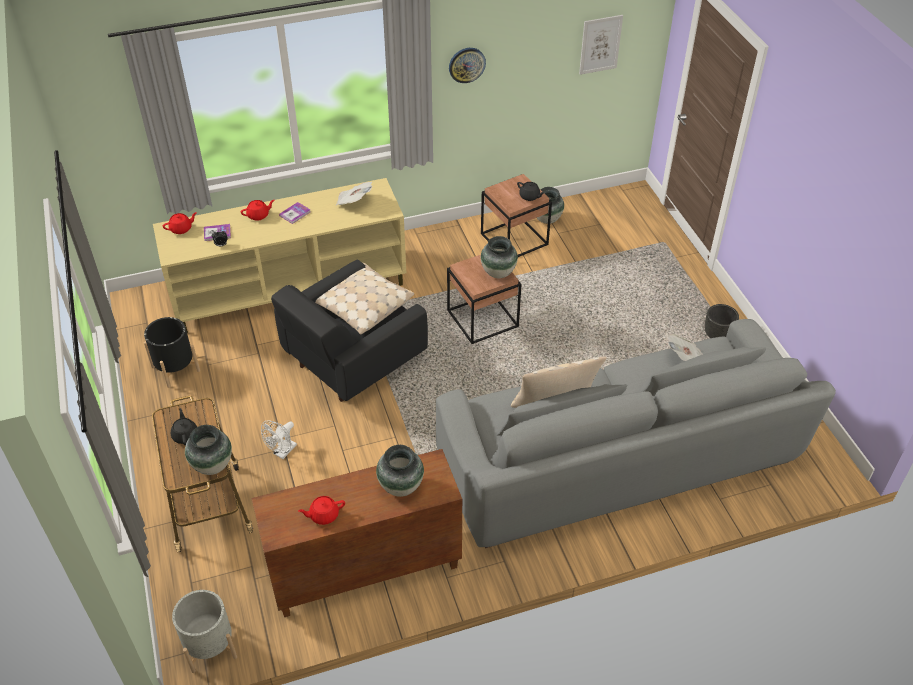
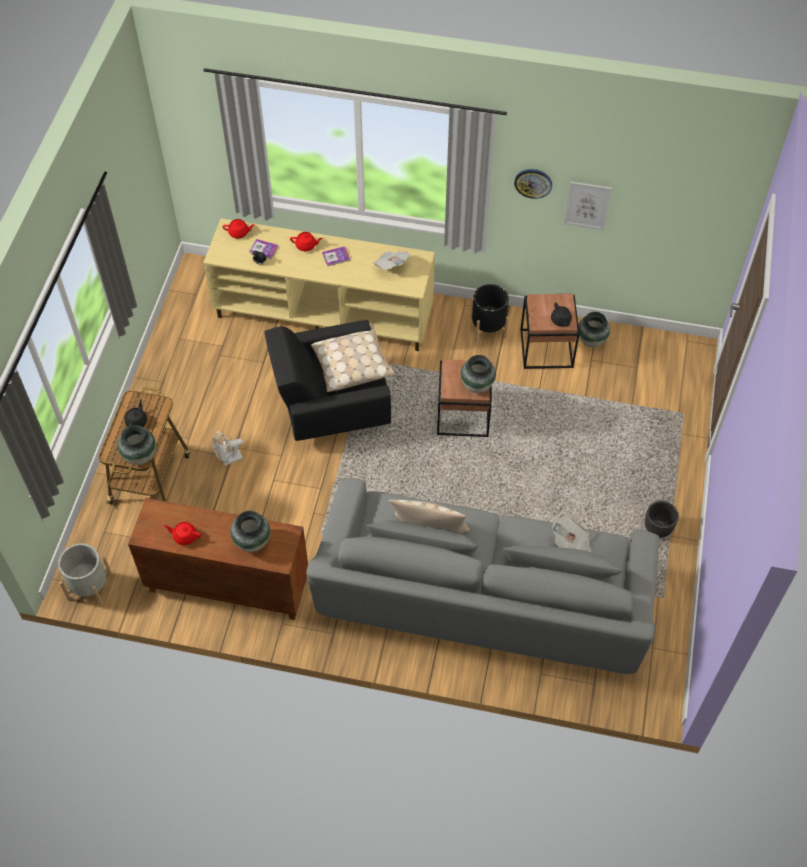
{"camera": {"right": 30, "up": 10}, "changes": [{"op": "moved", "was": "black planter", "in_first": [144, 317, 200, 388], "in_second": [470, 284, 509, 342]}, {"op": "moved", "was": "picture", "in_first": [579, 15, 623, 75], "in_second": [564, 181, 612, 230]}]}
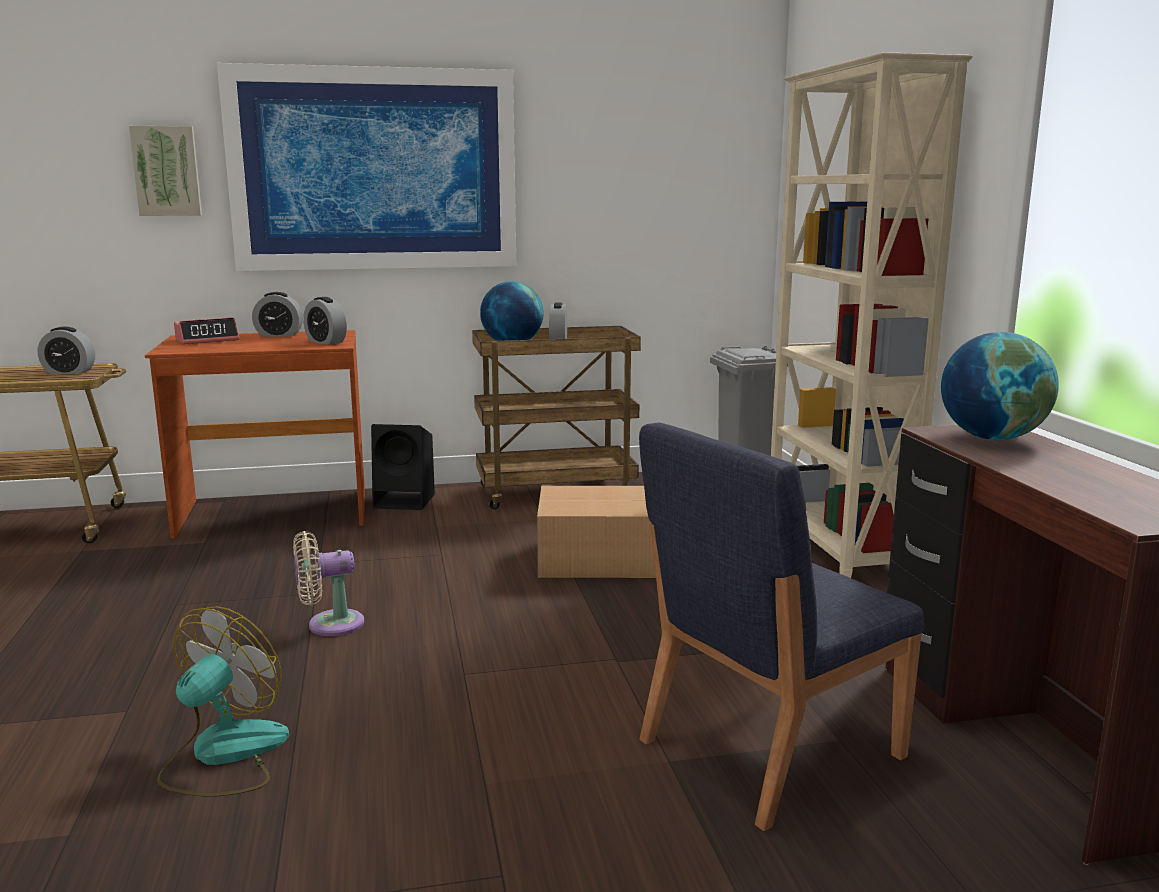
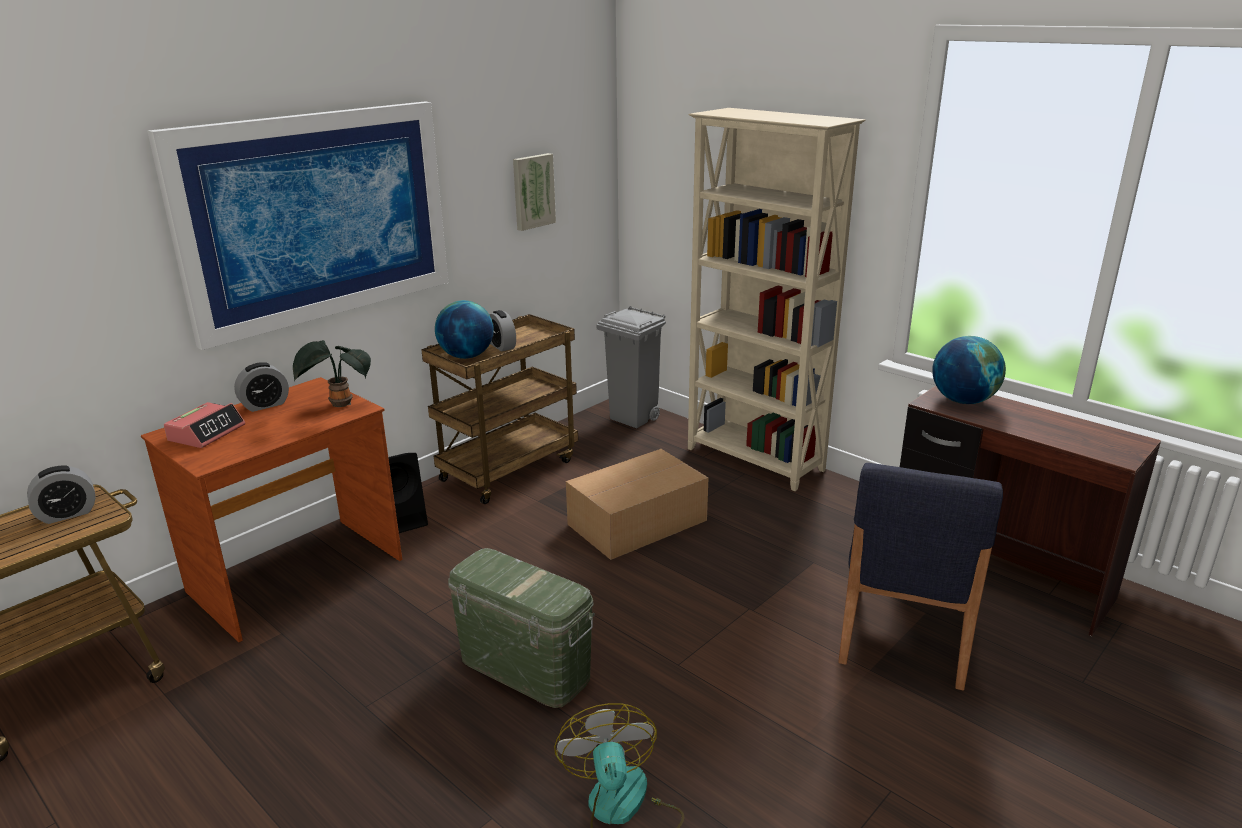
{"camera": {"right": -35, "up": 10}, "changes": [{"op": "replaced", "was": "alarm clock", "now": "potted plant", "in_first": [303, 297, 347, 345], "in_second": [293, 340, 371, 407]}, {"op": "replaced", "was": "beige fan", "now": "green storage box", "in_first": [293, 531, 364, 636], "in_second": [448, 548, 595, 708]}, {"op": "moved", "was": "picture", "in_first": [129, 126, 202, 216], "in_second": [513, 153, 556, 231]}]}
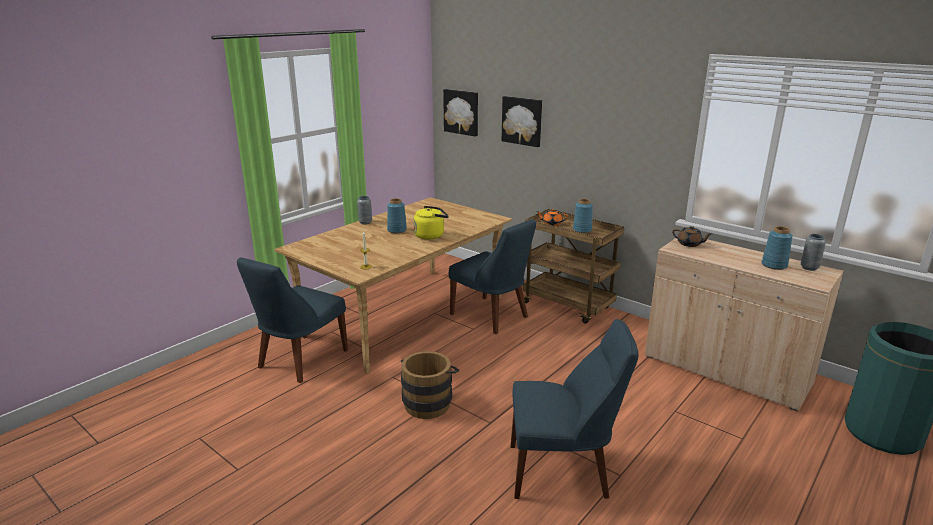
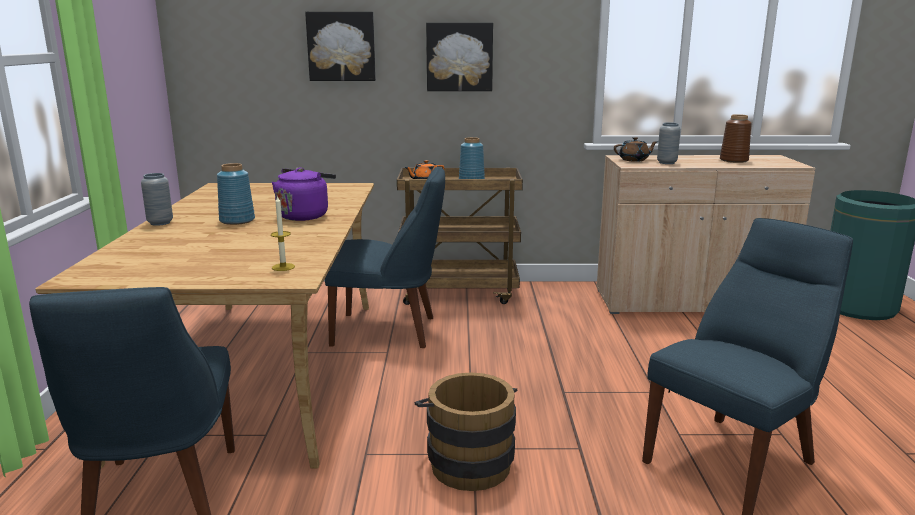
{"camera": {"right": -40, "up": -5}, "changes": [{"op": "recoloured", "was": "yellow kettle", "now": "purple kettle", "in_first": [413, 206, 449, 240], "in_second": [272, 167, 336, 221]}, {"op": "moved", "was": "picture", "in_first": [443, 89, 478, 136], "in_second": [426, 23, 493, 91]}, {"op": "moved", "was": "grey vase", "in_first": [801, 234, 826, 271], "in_second": [657, 122, 681, 164]}, {"op": "recoloured", "was": "blue vase", "now": "brown vase", "in_first": [762, 226, 793, 270], "in_second": [720, 114, 752, 163]}]}
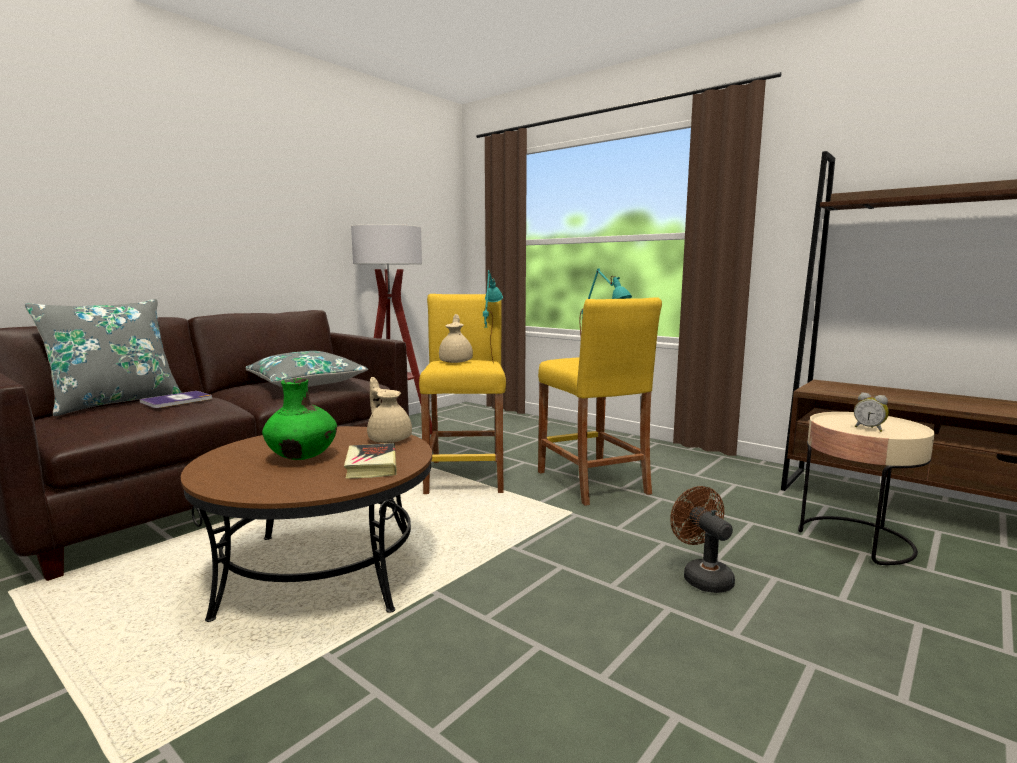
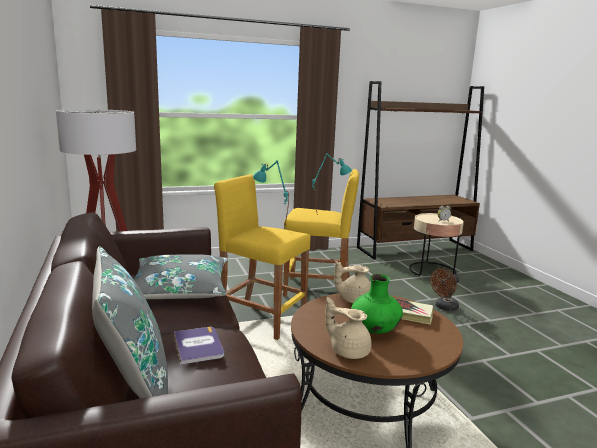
{"camera": {"right": -60, "up": 5}, "changes": [{"op": "moved", "was": "beige teapot", "in_first": [439, 314, 473, 363], "in_second": [325, 297, 372, 359]}, {"op": "turned", "was": "brown fan", "in_first": [670, 486, 735, 593], "in_second": [431, 268, 459, 311], "clockwise": -45}]}
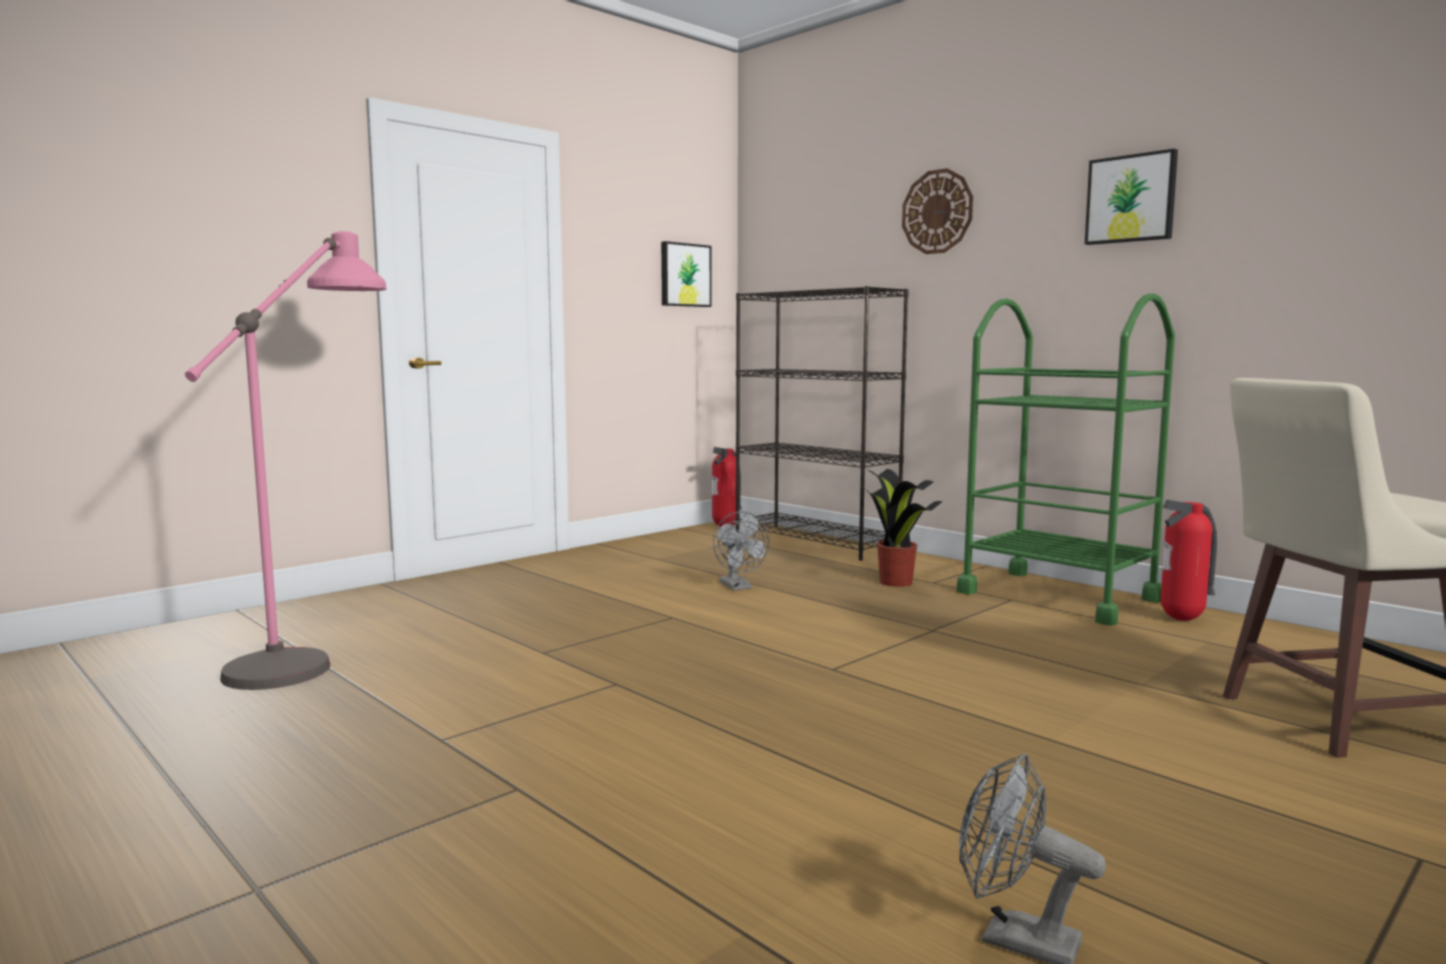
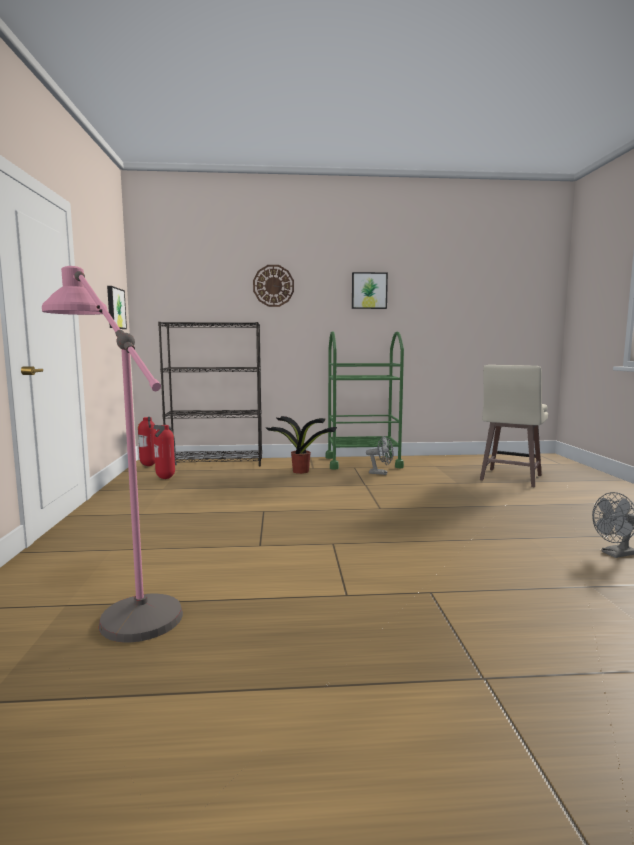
{"camera": {"right": -50, "up": 0}, "changes": [{"op": "moved", "was": "fire extinguisher", "in_first": [1160, 500, 1217, 621], "in_second": [153, 425, 177, 479]}, {"op": "moved", "was": "grey fan", "in_first": [713, 511, 769, 591], "in_second": [366, 436, 394, 475]}]}
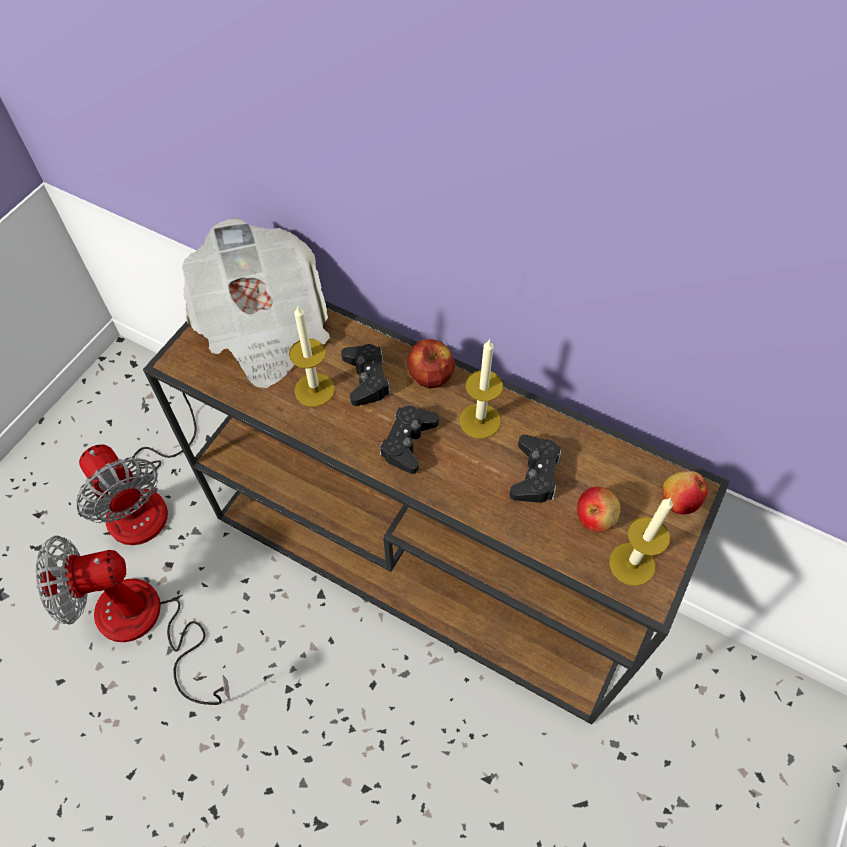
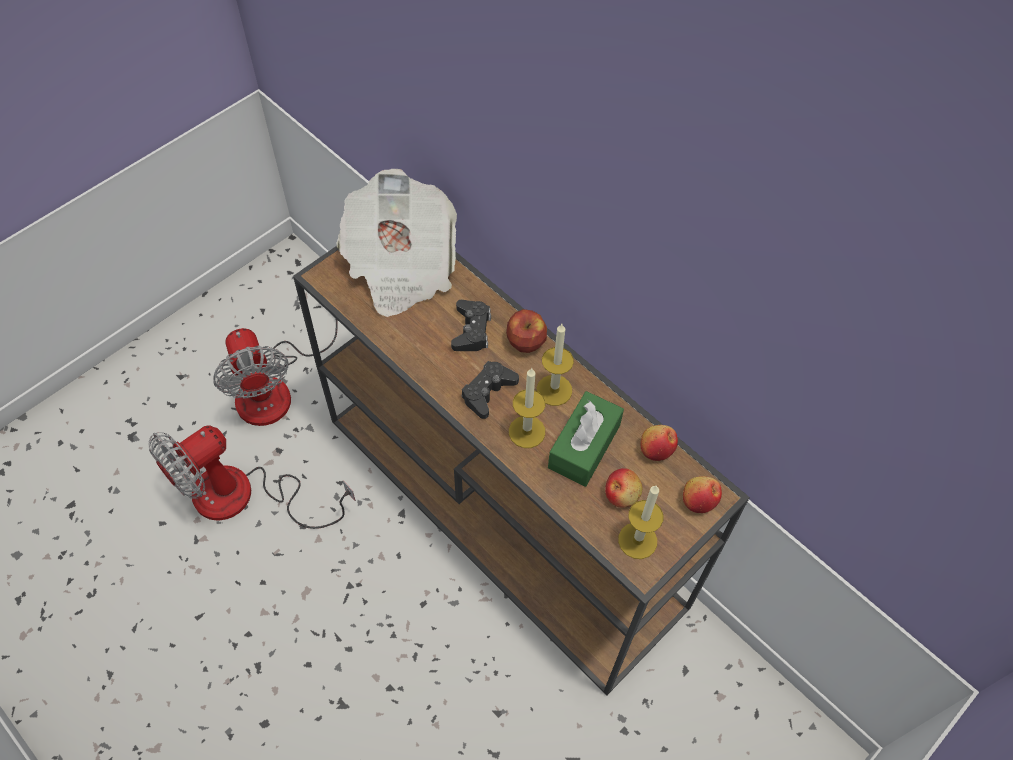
{"camera": {"right": 15, "up": 0}, "changes": [{"op": "turned", "was": "fan", "in_first": [36, 536, 231, 705], "in_second": [148, 425, 356, 529], "clockwise": -45}, {"op": "moved", "was": "candle", "in_first": [289, 305, 335, 407], "in_second": [509, 368, 545, 448]}, {"op": "replaced", "was": "black game controller", "now": "green tissue box", "in_first": [509, 435, 561, 503], "in_second": [548, 391, 624, 487]}, {"op": "added", "now": "apple", "in_second": [640, 425, 678, 461]}]}
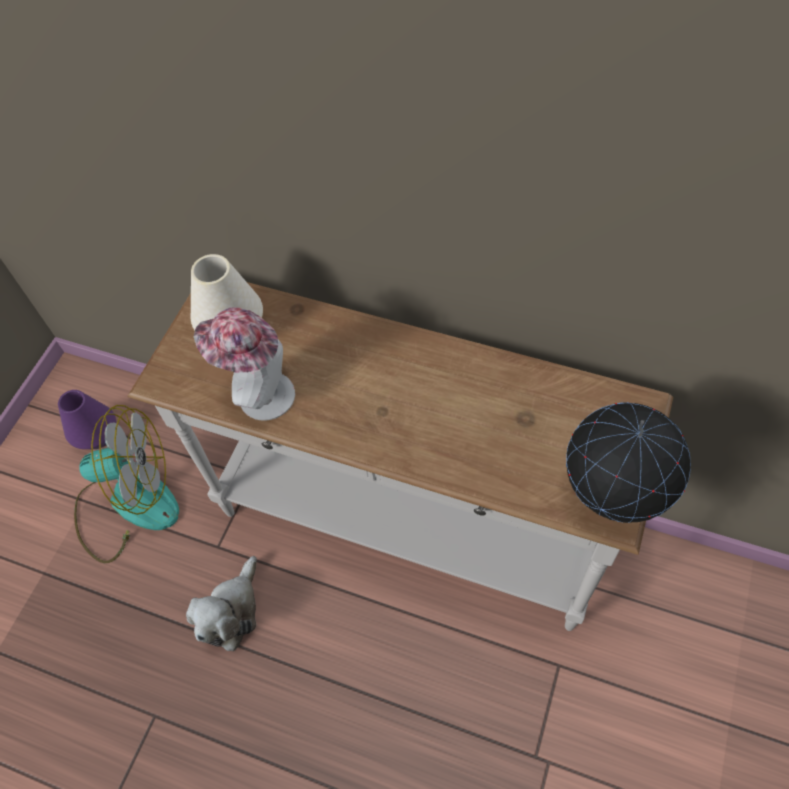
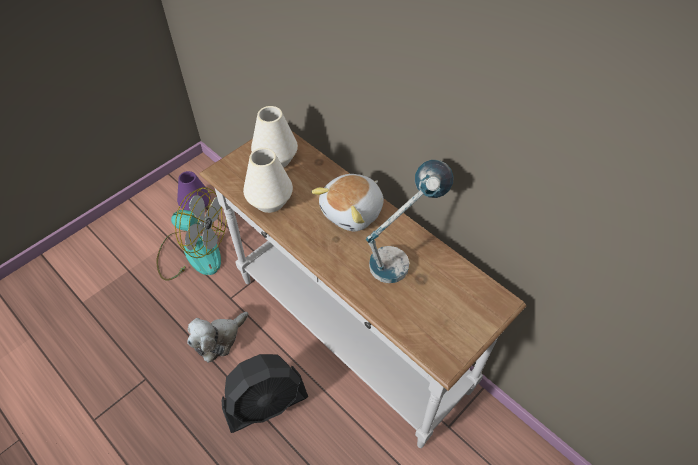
{"camera": {"right": 20, "up": -5}, "changes": [{"op": "added", "now": "black fan", "in_second": [222, 354, 308, 433]}, {"op": "replaced", "was": "hat", "now": "white vase", "in_first": [194, 307, 295, 421], "in_second": [243, 148, 293, 213]}, {"op": "added", "now": "plush toy", "in_second": [311, 174, 384, 232]}, {"op": "added", "now": "table lamp", "in_second": [366, 160, 454, 283]}, {"op": "removed", "was": "globe", "in_first": [566, 402, 691, 523]}]}
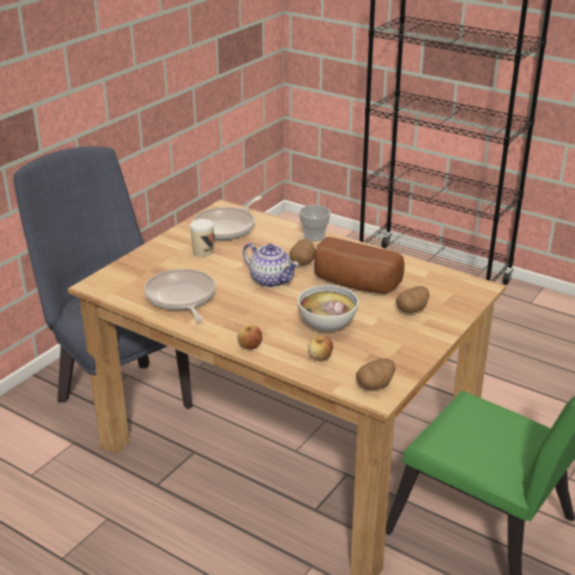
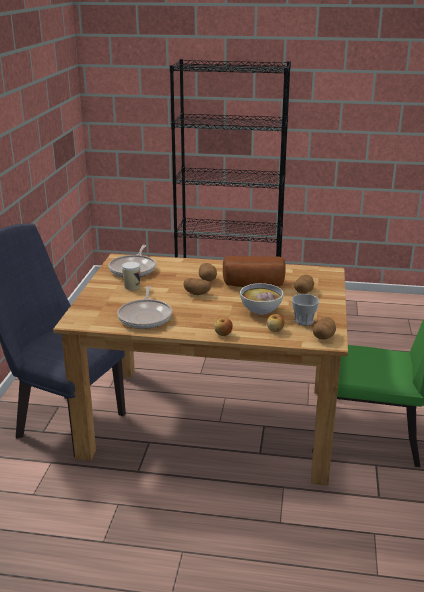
{"camera": {"right": -25, "up": -5}, "changes": [{"op": "turned", "was": "frying pan", "in_first": [144, 269, 215, 322], "in_second": [117, 286, 172, 329], "clockwise": -135}, {"op": "replaced", "was": "teapot", "now": "potato", "in_first": [243, 243, 299, 287], "in_second": [184, 278, 211, 295]}, {"op": "moved", "was": "cup", "in_first": [299, 205, 330, 241], "in_second": [292, 294, 319, 326]}]}
